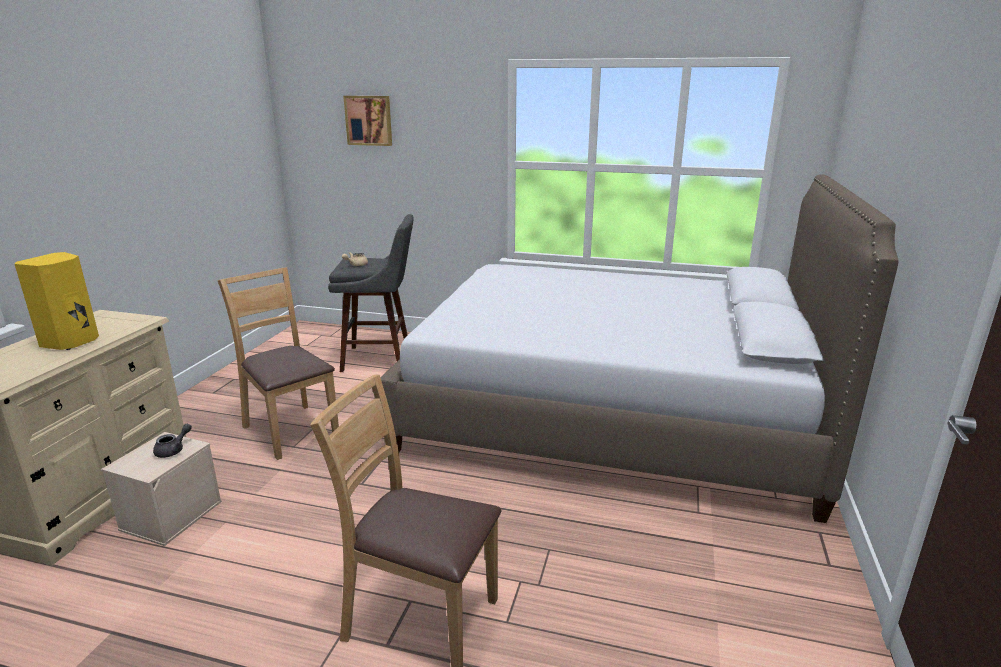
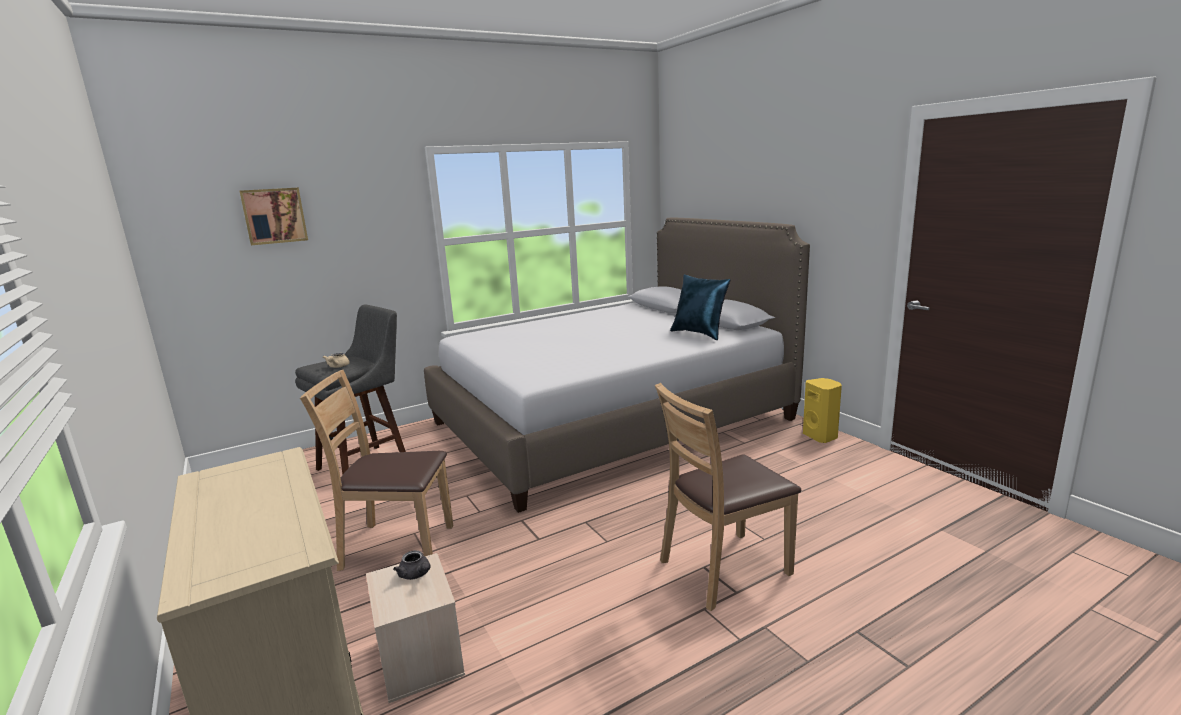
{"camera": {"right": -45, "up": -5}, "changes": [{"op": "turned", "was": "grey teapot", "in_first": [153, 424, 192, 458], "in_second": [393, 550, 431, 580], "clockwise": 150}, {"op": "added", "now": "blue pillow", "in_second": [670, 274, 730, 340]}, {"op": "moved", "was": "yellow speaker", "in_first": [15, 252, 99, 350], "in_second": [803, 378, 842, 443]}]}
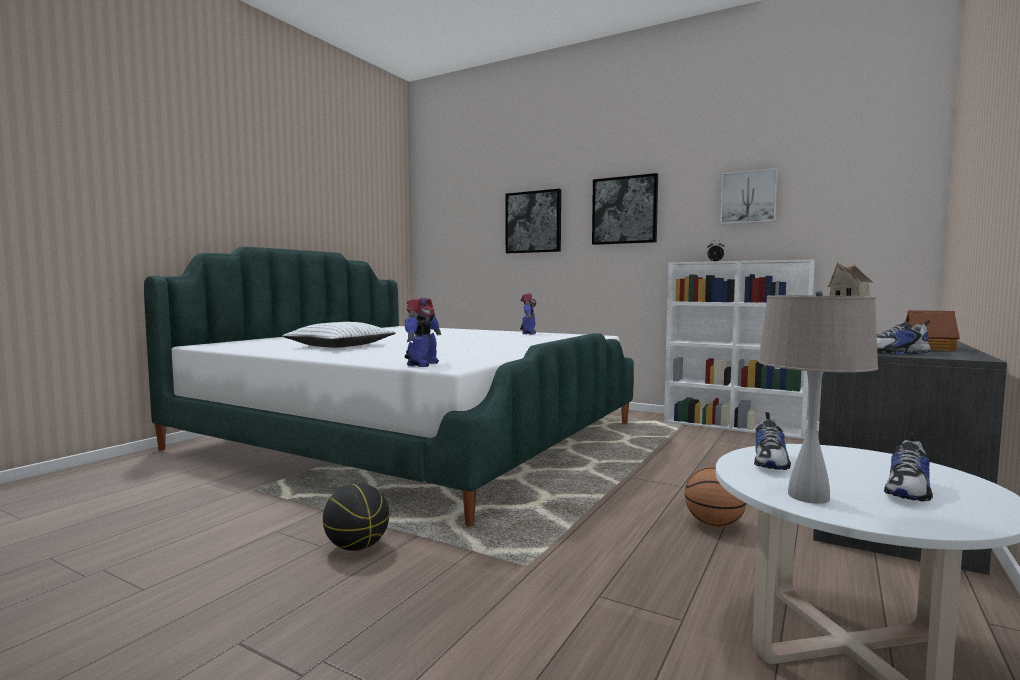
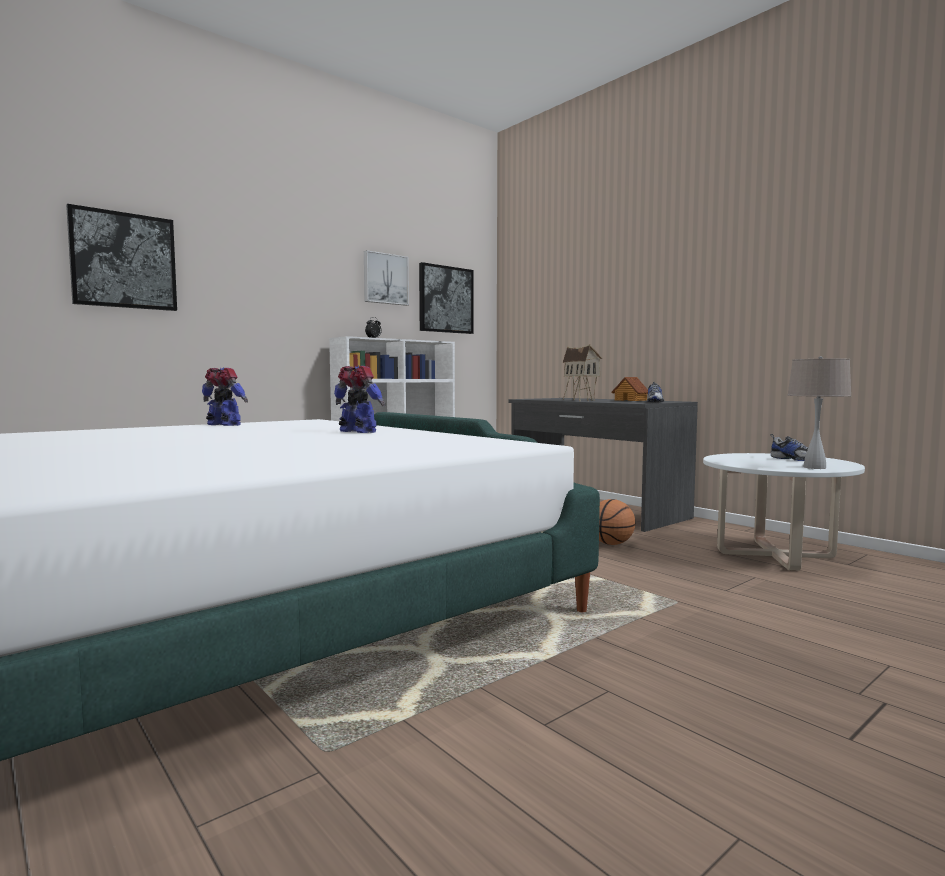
{"camera": {"right": -70, "up": 0}, "changes": [{"op": "moved", "was": "toy robot", "in_first": [405, 298, 441, 367], "in_second": [334, 366, 385, 433]}, {"op": "moved", "was": "picture", "in_first": [592, 173, 658, 245], "in_second": [419, 262, 473, 334]}, {"op": "removed", "was": "white pillow", "in_first": [282, 322, 396, 348]}, {"op": "removed", "was": "basketball", "in_first": [323, 483, 389, 551]}, {"op": "removed", "was": "shoe", "in_first": [754, 412, 791, 470]}]}
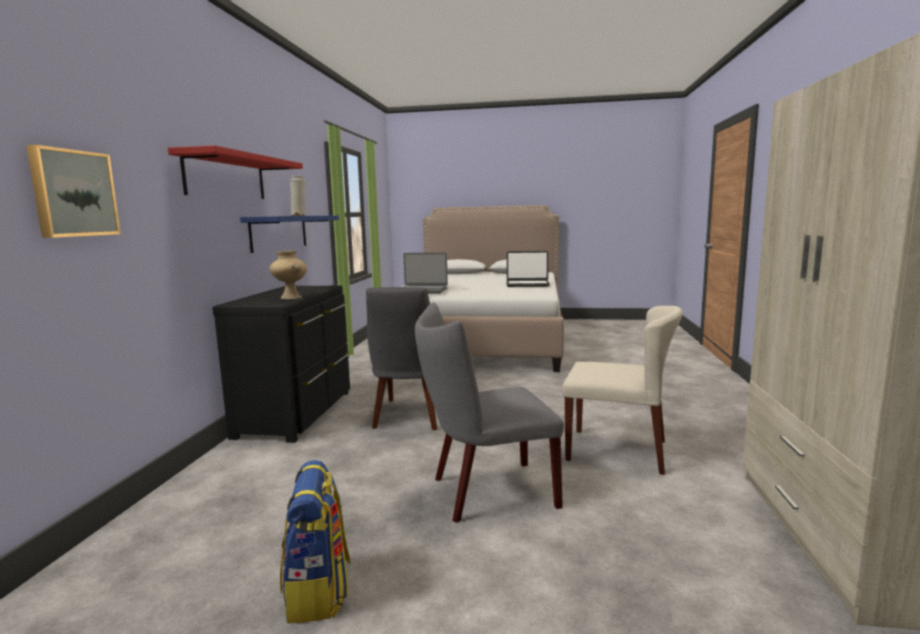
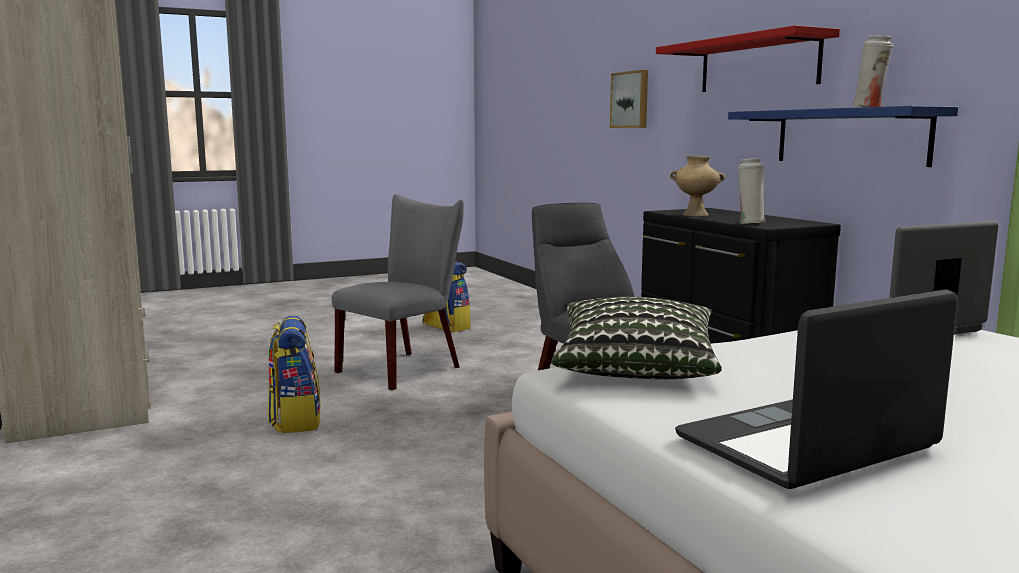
{"camera": {"right": 145, "up": 0}, "changes": [{"op": "replaced", "was": "beige chair", "now": "backpack", "in_first": [562, 306, 683, 475], "in_second": [268, 316, 321, 433]}, {"op": "added", "now": "pillow", "in_second": [552, 297, 722, 379]}, {"op": "added", "now": "white vase", "in_second": [737, 158, 765, 224]}]}
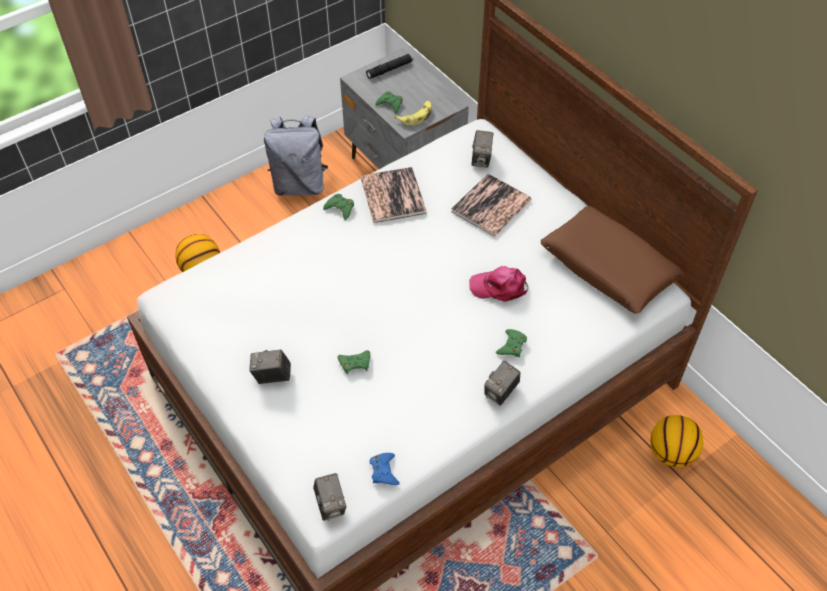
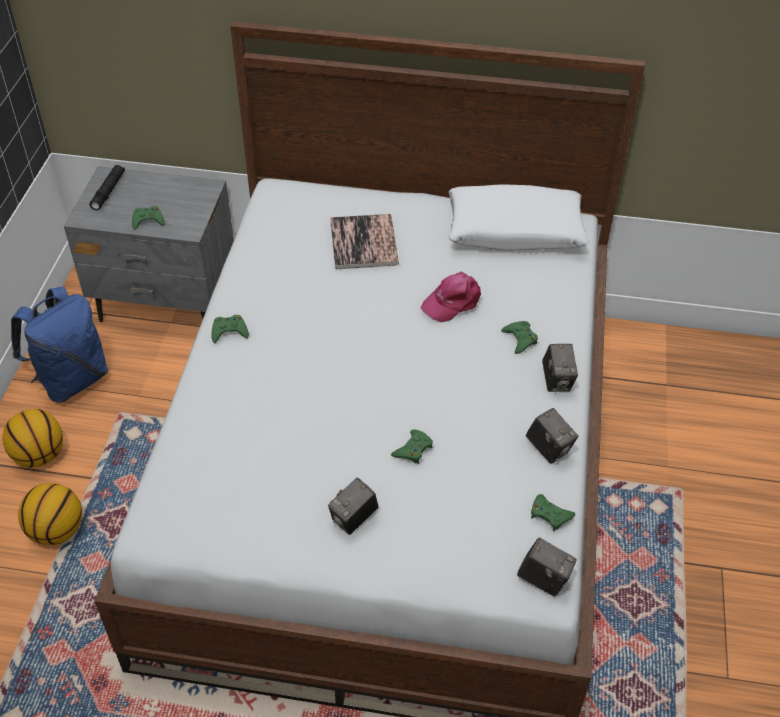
{"camera": {"right": -45, "up": -5}, "changes": [{"op": "moved", "was": "basketball", "in_first": [651, 415, 703, 467], "in_second": [2, 409, 63, 468]}, {"op": "recoloured", "was": "grey backpack", "now": "blue backpack", "in_first": [264, 115, 328, 196], "in_second": [11, 286, 108, 403]}, {"op": "recoloured", "was": "brown pillow", "now": "white pillow", "in_first": [541, 206, 684, 314], "in_second": [449, 184, 589, 251]}, {"op": "moved", "was": "photo camera", "in_first": [471, 130, 494, 168], "in_second": [526, 408, 578, 464]}, {"op": "recoloured", "was": "blue game controller", "now": "green game controller", "in_first": [370, 453, 400, 485], "in_second": [531, 494, 575, 531]}, {"op": "removed", "was": "book", "in_first": [361, 167, 427, 223]}, {"op": "removed", "was": "banana", "in_first": [394, 101, 432, 125]}]}
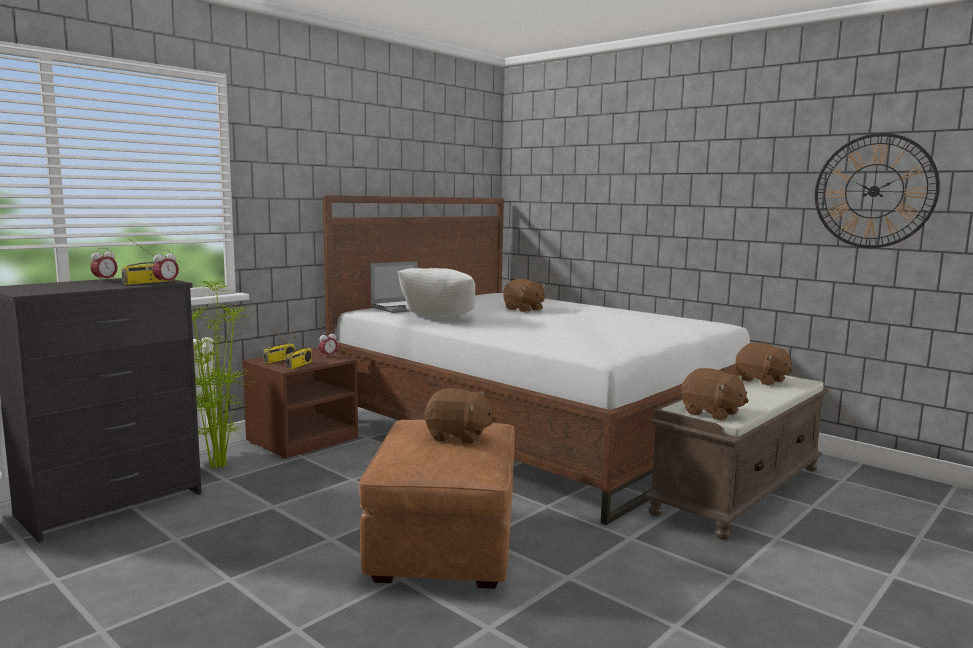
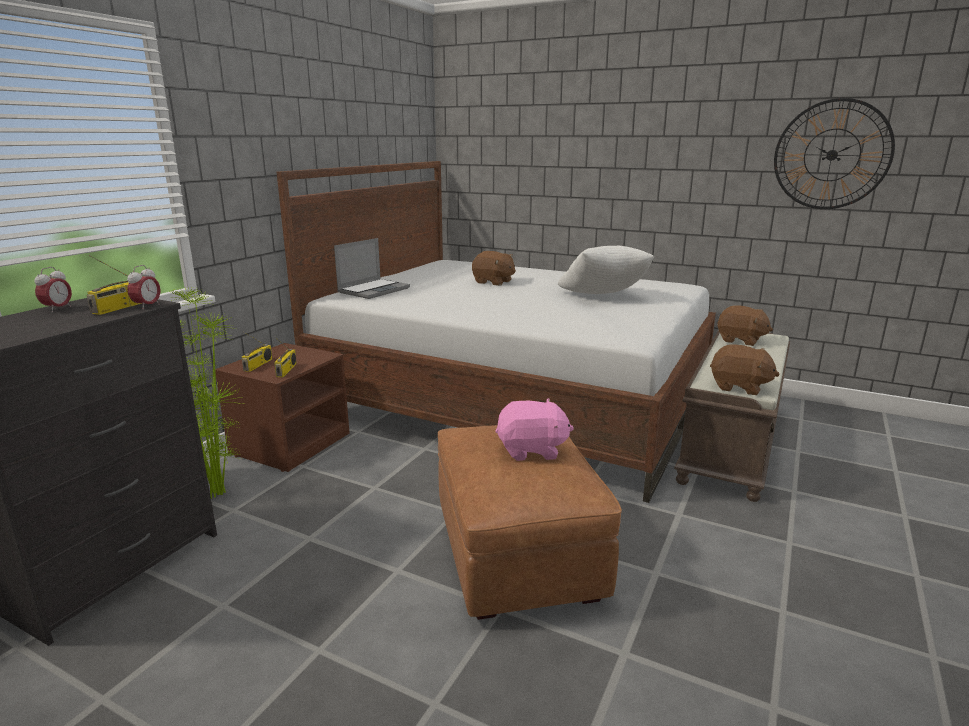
{"camera": {"right": -15, "up": 10}, "changes": [{"op": "recoloured", "was": "brown plush toy", "now": "pink plush toy", "in_first": [425, 388, 497, 444], "in_second": [496, 398, 574, 461]}, {"op": "moved", "was": "white pillow", "in_first": [397, 268, 476, 318], "in_second": [558, 246, 654, 294]}, {"op": "removed", "was": "alarm clock", "in_first": [319, 331, 338, 358]}]}
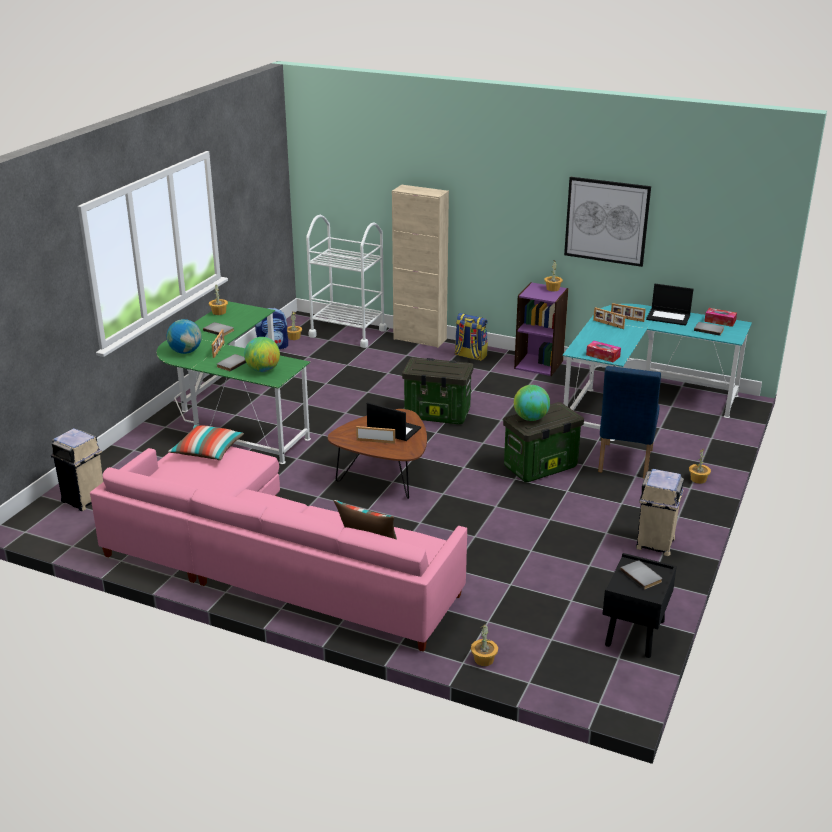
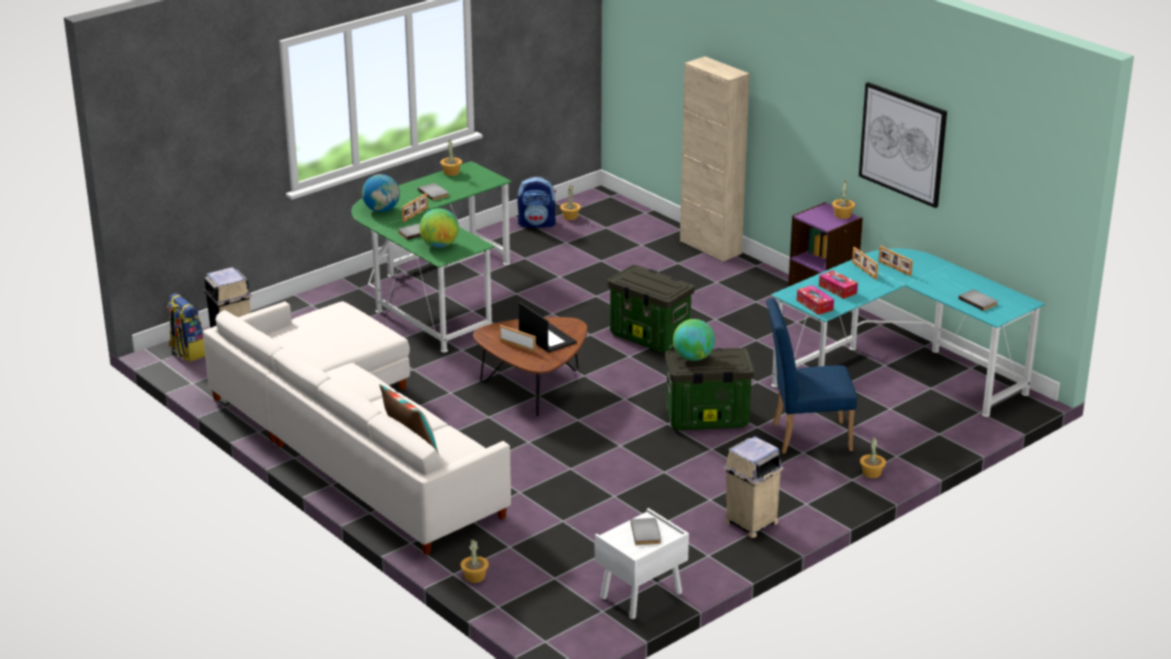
{"camera": {"right": 25, "up": 0}, "changes": [{"op": "moved", "was": "backpack", "in_first": [455, 313, 488, 361], "in_second": [167, 293, 205, 362]}, {"op": "recoloured", "was": "pink sofa", "now": "white sofa", "in_first": [90, 446, 467, 652], "in_second": [203, 301, 511, 555]}, {"op": "recoloured", "was": "black nightstand", "now": "white nightstand", "in_first": [602, 553, 677, 658], "in_second": [595, 508, 689, 619]}, {"op": "turned", "was": "blue chair", "in_first": [598, 366, 661, 479], "in_second": [766, 298, 857, 454], "clockwise": 45}, {"op": "moved", "was": "tissue box", "in_first": [704, 308, 737, 327], "in_second": [819, 270, 858, 299]}, {"op": "removed", "was": "pillow", "in_first": [168, 425, 244, 460]}, {"op": "removed", "was": "white cart", "in_first": [306, 215, 387, 348]}, {"op": "removed", "was": "laptop", "in_first": [646, 284, 693, 326]}]}
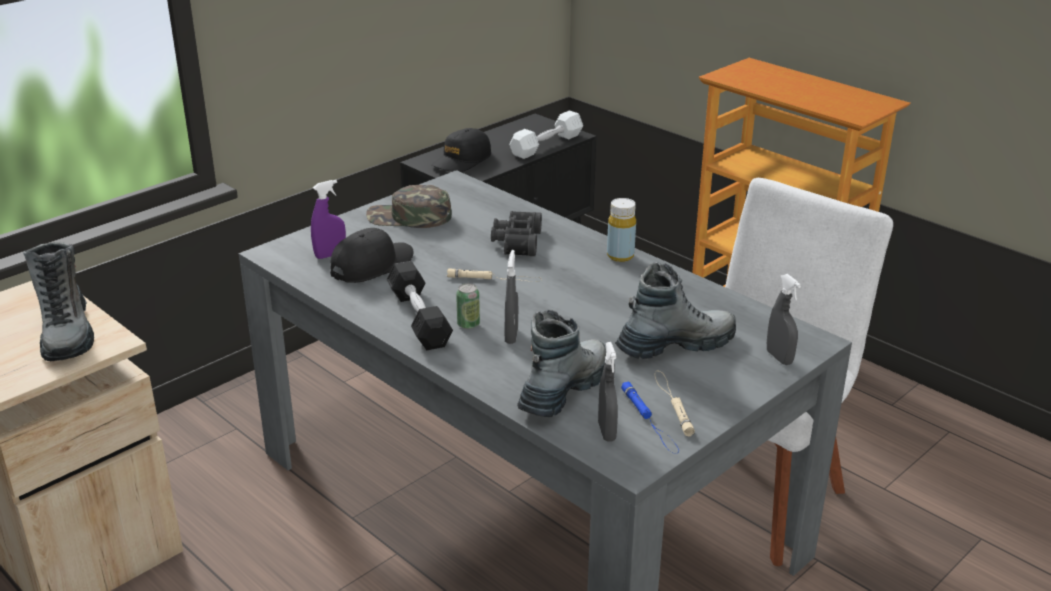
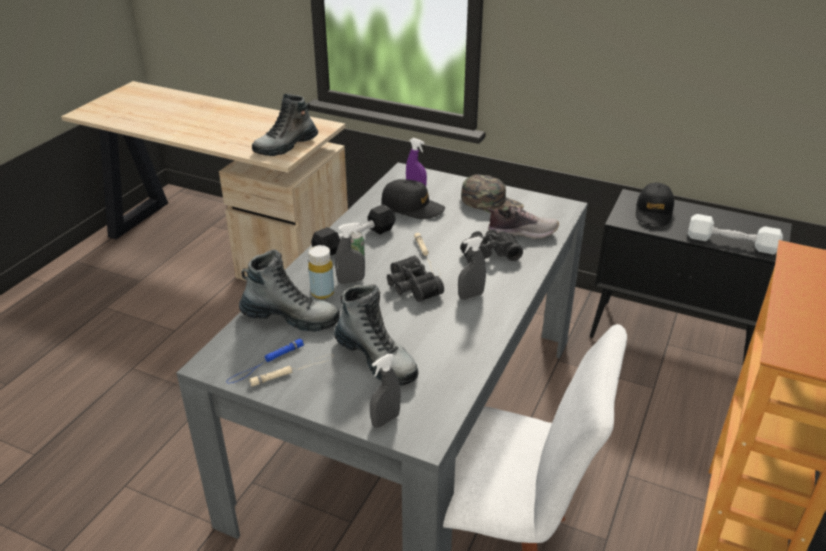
{"camera": {"right": 70, "up": 5}, "changes": [{"op": "moved", "was": "yellow bottle", "in_first": [607, 198, 636, 262], "in_second": [308, 245, 334, 299]}, {"op": "added", "now": "black binoculars", "in_second": [387, 256, 444, 302]}, {"op": "moved", "was": "grey spray bottle", "in_first": [598, 342, 618, 441], "in_second": [458, 237, 486, 300]}, {"op": "turned", "was": "green cap", "in_first": [366, 185, 452, 228], "in_second": [461, 174, 524, 213], "clockwise": 135}, {"op": "added", "now": "shoe", "in_second": [488, 206, 559, 239]}, {"op": "turned", "was": "black cap", "in_first": [432, 128, 491, 172], "in_second": [636, 183, 674, 226], "clockwise": -90}]}
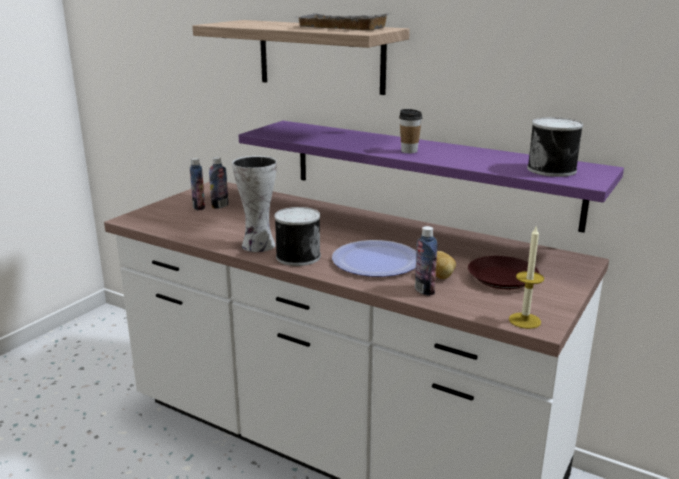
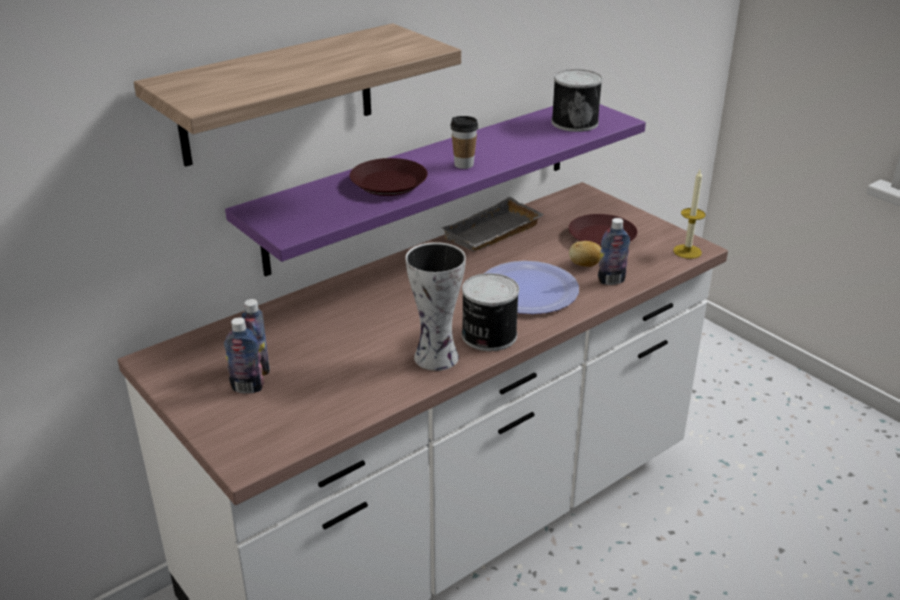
{"camera": {"right": -70, "up": 10}, "changes": [{"op": "added", "now": "brown plate", "in_second": [350, 158, 428, 196]}, {"op": "moved", "was": "grey tray", "in_first": [293, 13, 390, 30], "in_second": [441, 197, 544, 251]}]}
